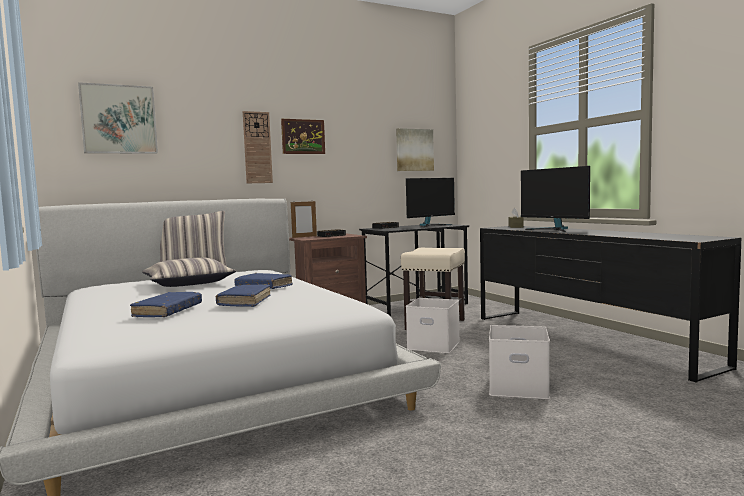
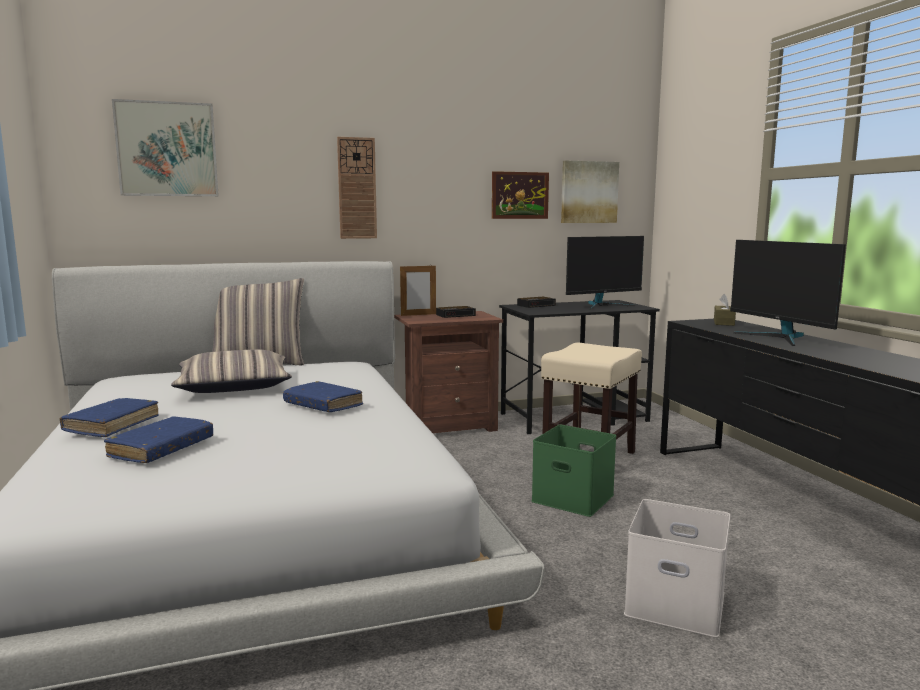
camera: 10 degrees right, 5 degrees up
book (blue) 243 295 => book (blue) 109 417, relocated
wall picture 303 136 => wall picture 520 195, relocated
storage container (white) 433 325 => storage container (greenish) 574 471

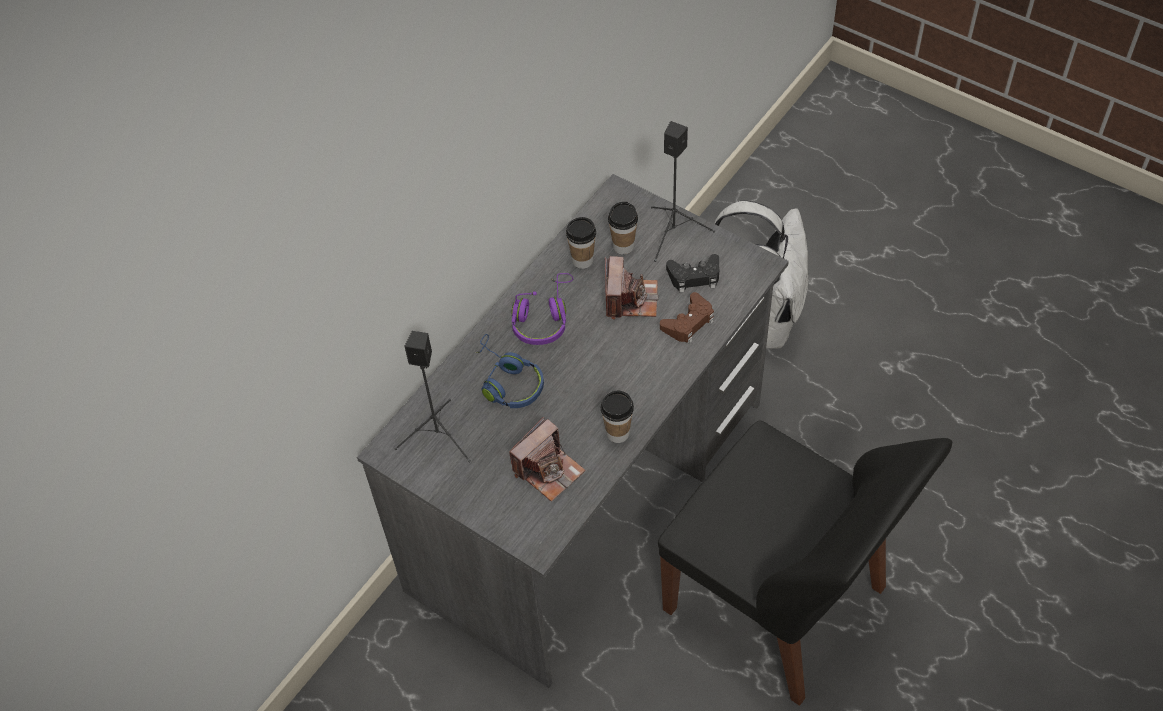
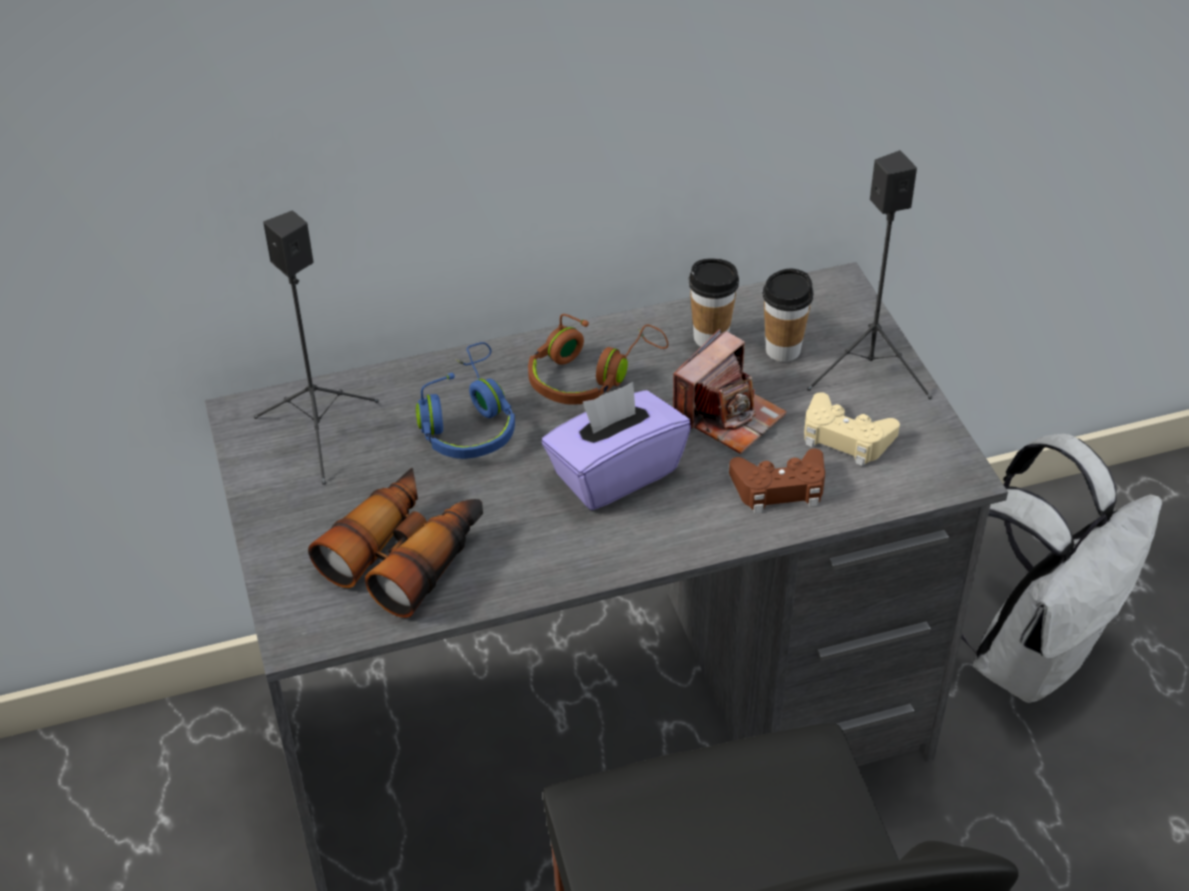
camera: 35 degrees right, 10 degrees down
cup 617 417 => nothing
nothing => tissue holder (purple) 616 446
photo camera 547 459 => binoculars 395 543
pair of headphones (purple) 542 309 => pair of headphones (brown-coloured) 598 359
game controller (black) 693 273 => game controller (sand-coloured) 852 429

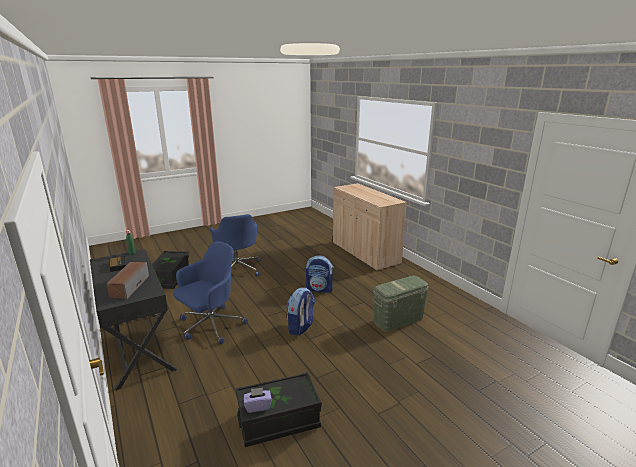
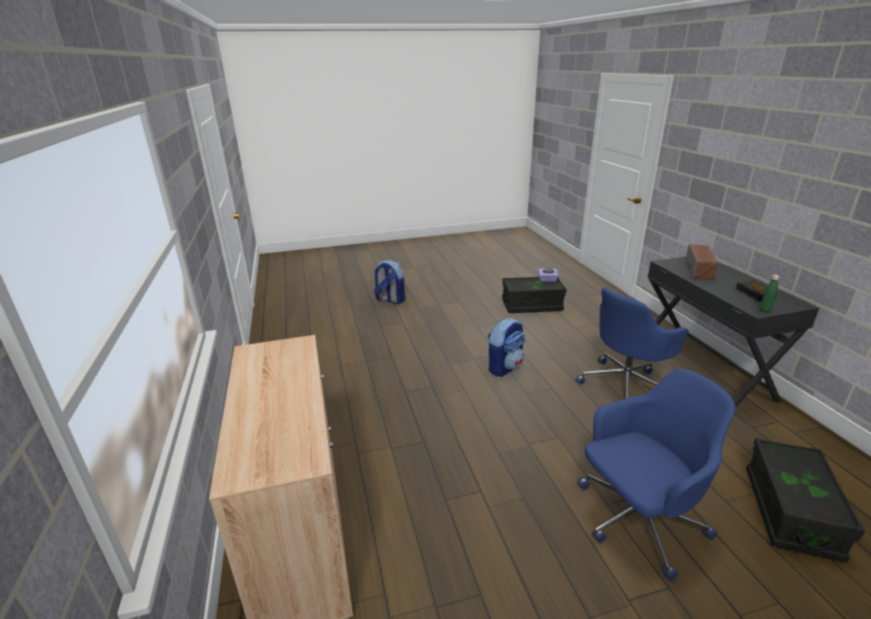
camera: 165 degrees left, 5 degrees up
storage container (greenish) 400 304 => nothing
rucksack 320 274 => rucksack 389 282, relocated
computer chair (blue) 235 245 => computer chair (blue) 656 475, 75 degrees clockwise

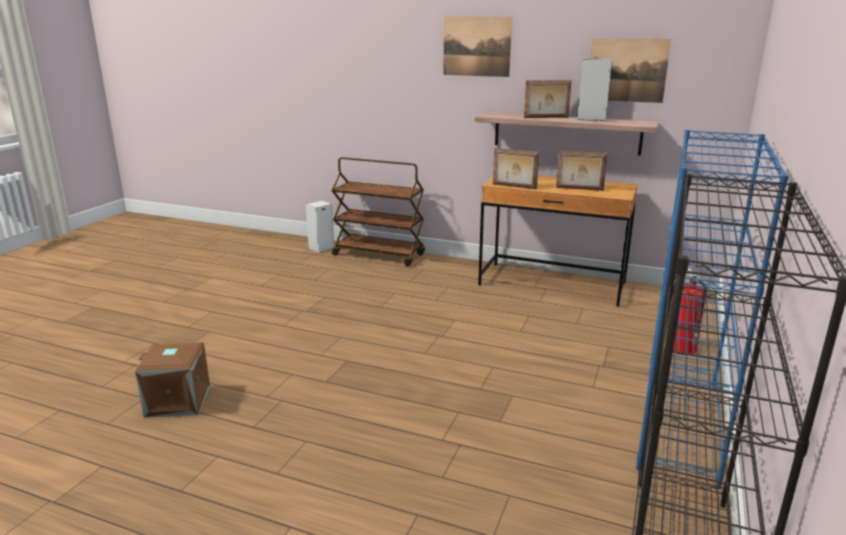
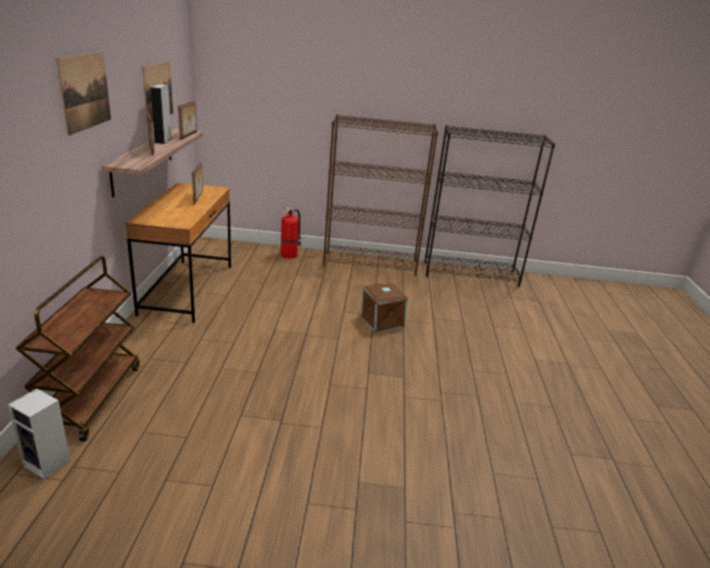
camera: 110 degrees left, 5 degrees up
storage container (brown-coloured) 172 380 => storage container (brown-coloured) 384 307, relocated
standing frame 516 168 => standing frame 187 120, relocated
bookshelf (blue) 712 309 => bookshelf (brown-coloured) 380 195

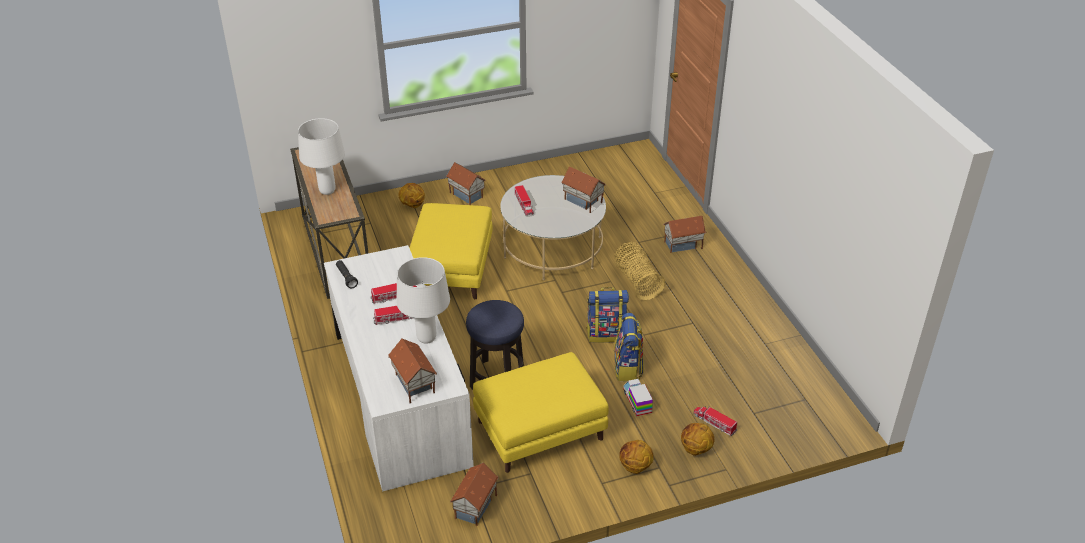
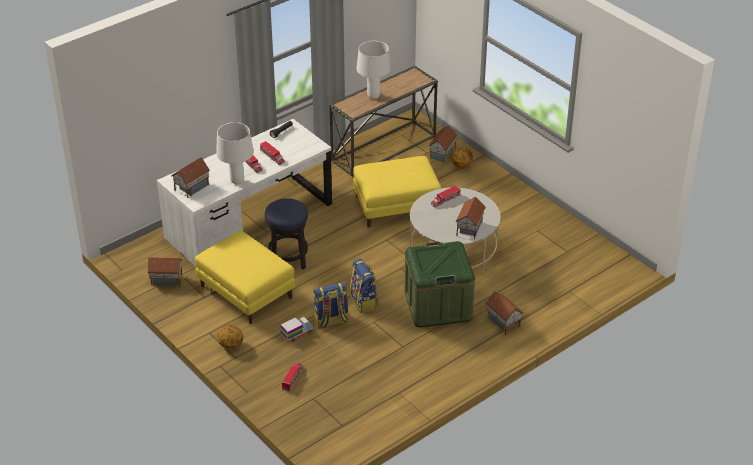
camera: 70 degrees right, 0 degrees up
basketball 697 439 => nothing
model house 466 183 => model house 442 144, relocated
basket 640 271 => storage container (greenish) 439 284

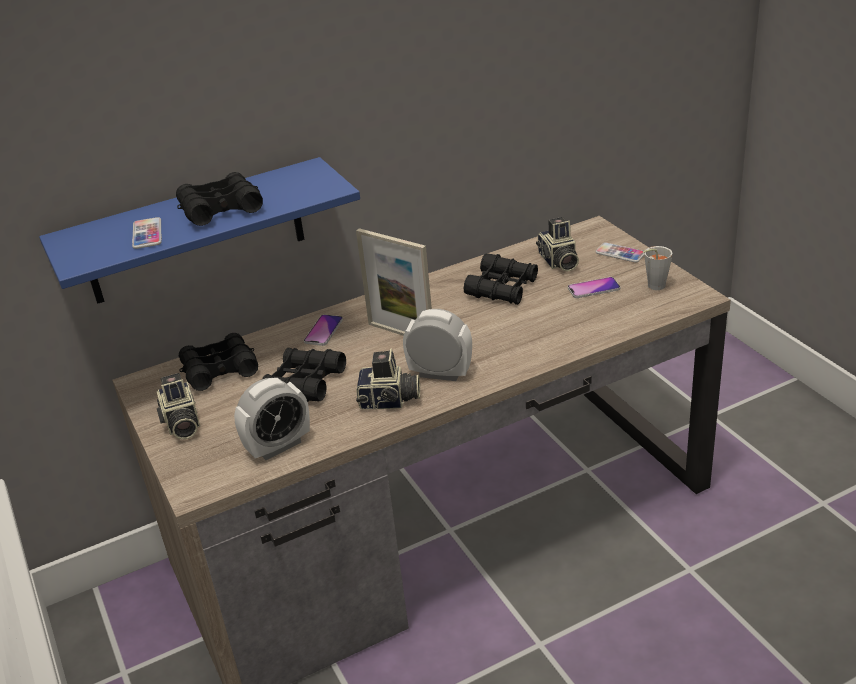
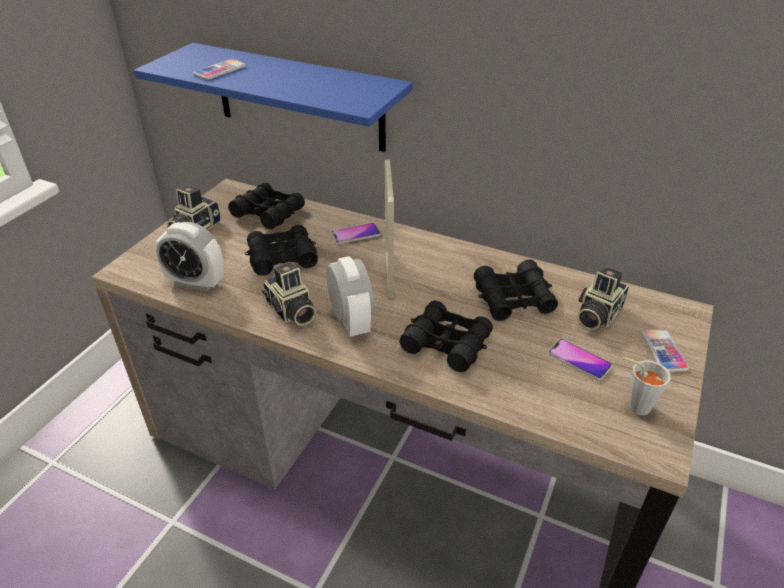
camera: 50 degrees right, 5 degrees up
binoculars (black) 219 199 => binoculars (black) 446 336, relocated

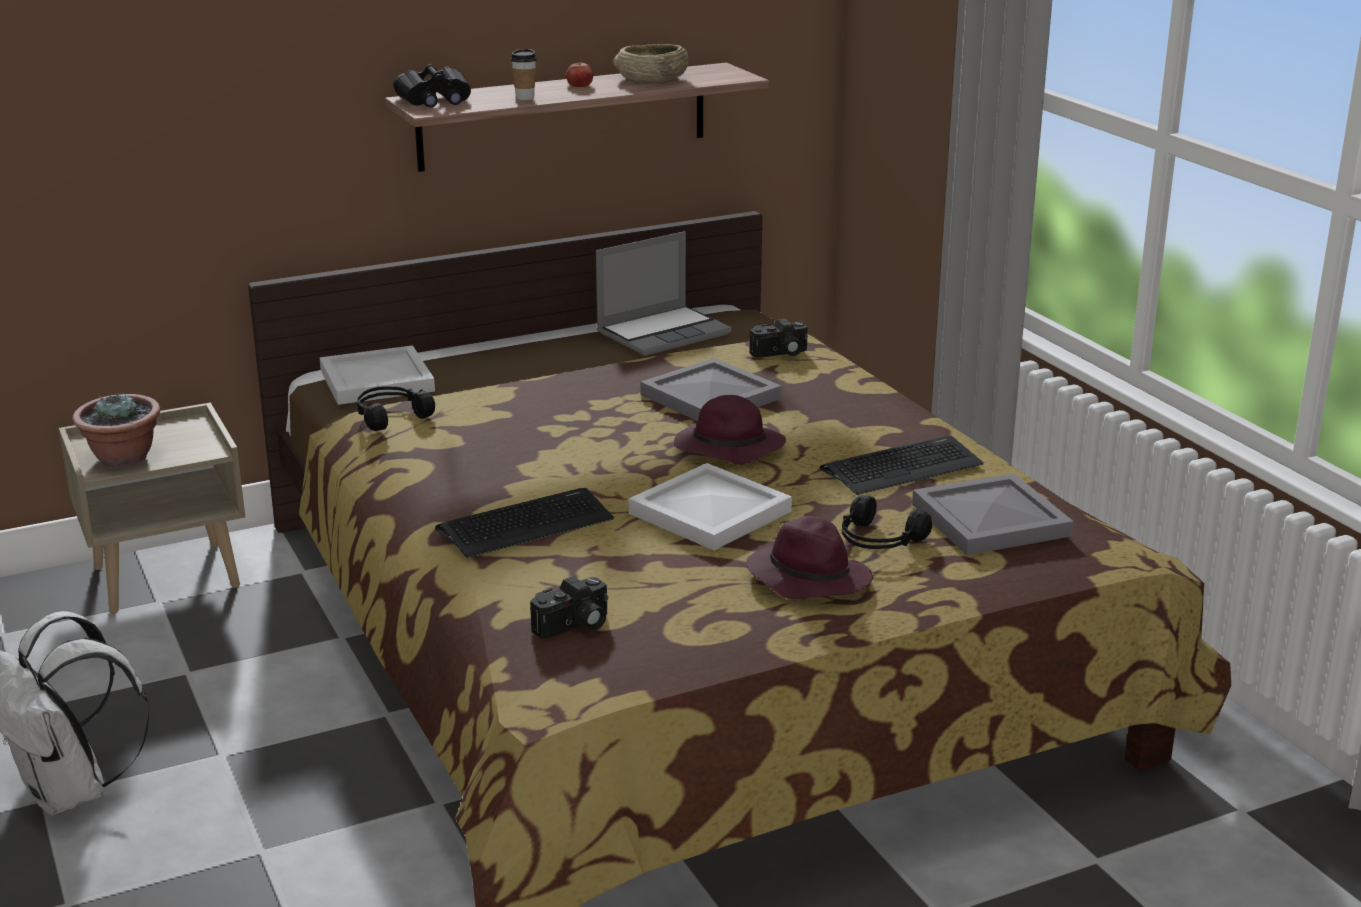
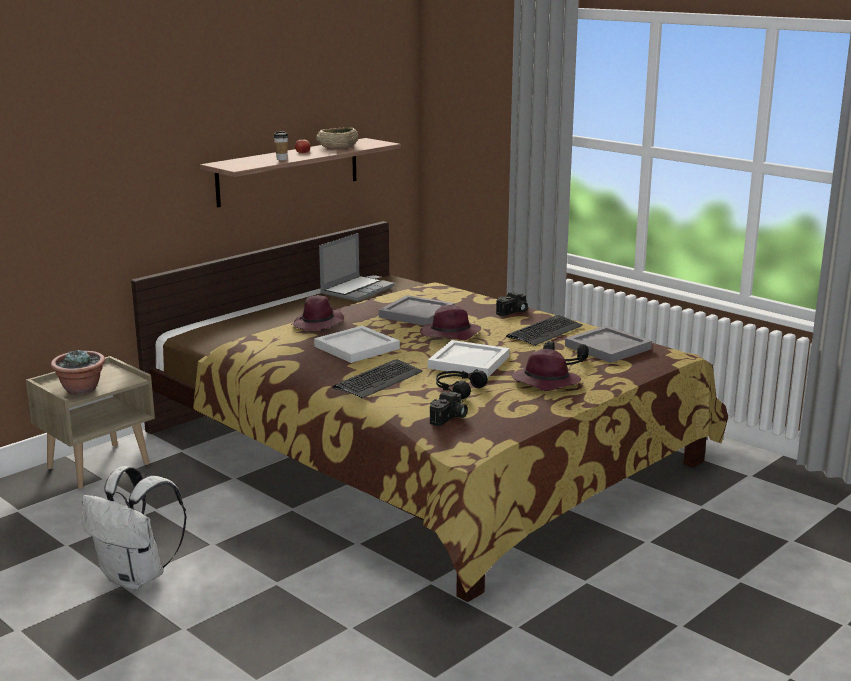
camera: 20 degrees left, 5 degrees down
binoculars (black) 432 86 => nothing
nothing => hat (purple) 318 312
serving tray (white) 377 375 => serving tray (white) 357 344, relocated
pair of headphones (black) 396 408 => pair of headphones (black) 462 384, relocated
photo camera 778 338 => photo camera 512 304, relocated

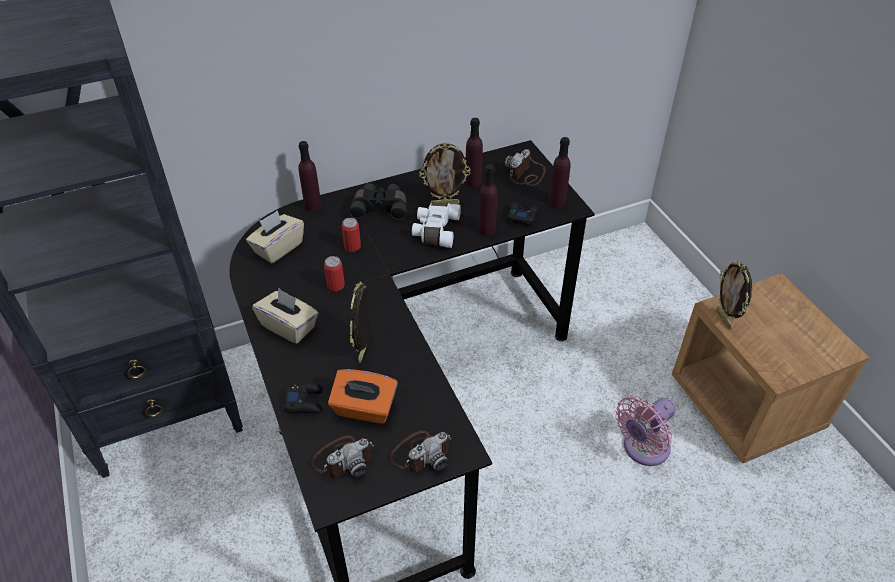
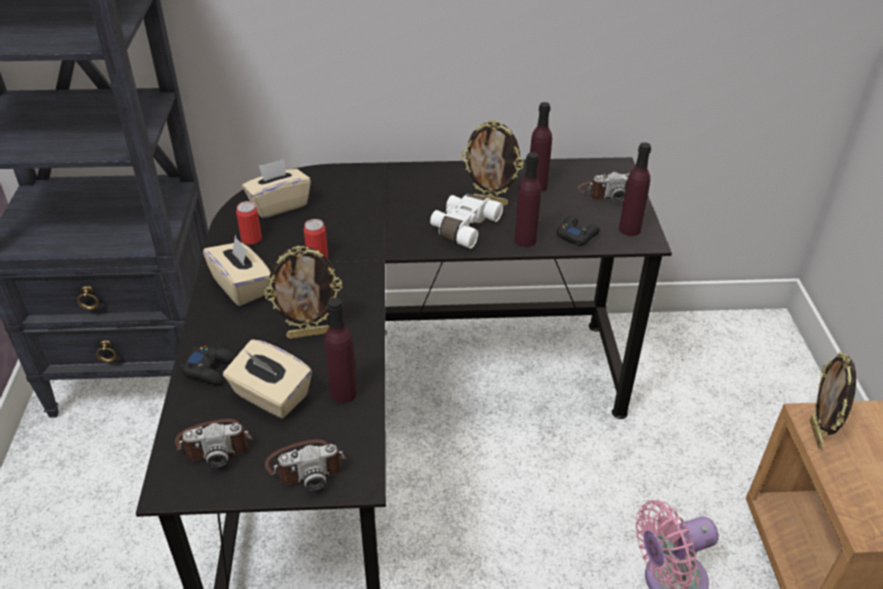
camera: 20 degrees right, 5 degrees down
binoculars (black) 377 201 => nothing
drink bottle (purple) 309 176 => drink bottle (purple) 340 350, relocated
sealed can 351 235 => sealed can 249 223, relocated
tissue holder (orange-coloured) 363 396 => tissue holder (sand-coloured) 267 378
standing frame 361 322 => standing frame 303 292, 135 degrees counterclockwise
photo camera 525 167 => photo camera 604 187, 150 degrees counterclockwise

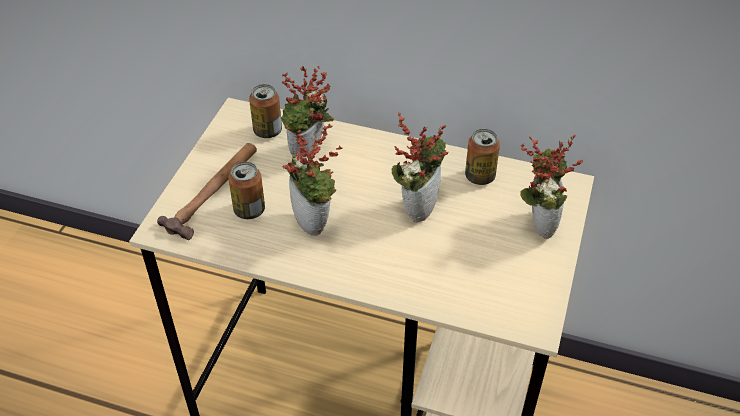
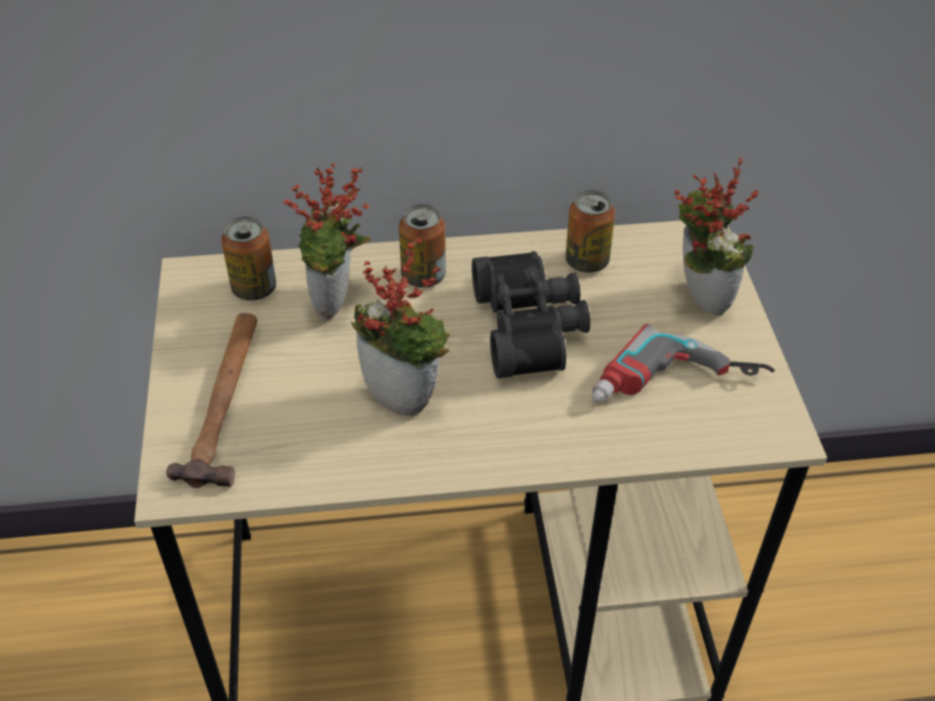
camera: 25 degrees left, 0 degrees up
nothing => drill 683 363
sealed can 246 190 => sealed can 422 246, relocated
plant in a pot 420 167 => binoculars (black) 531 314

